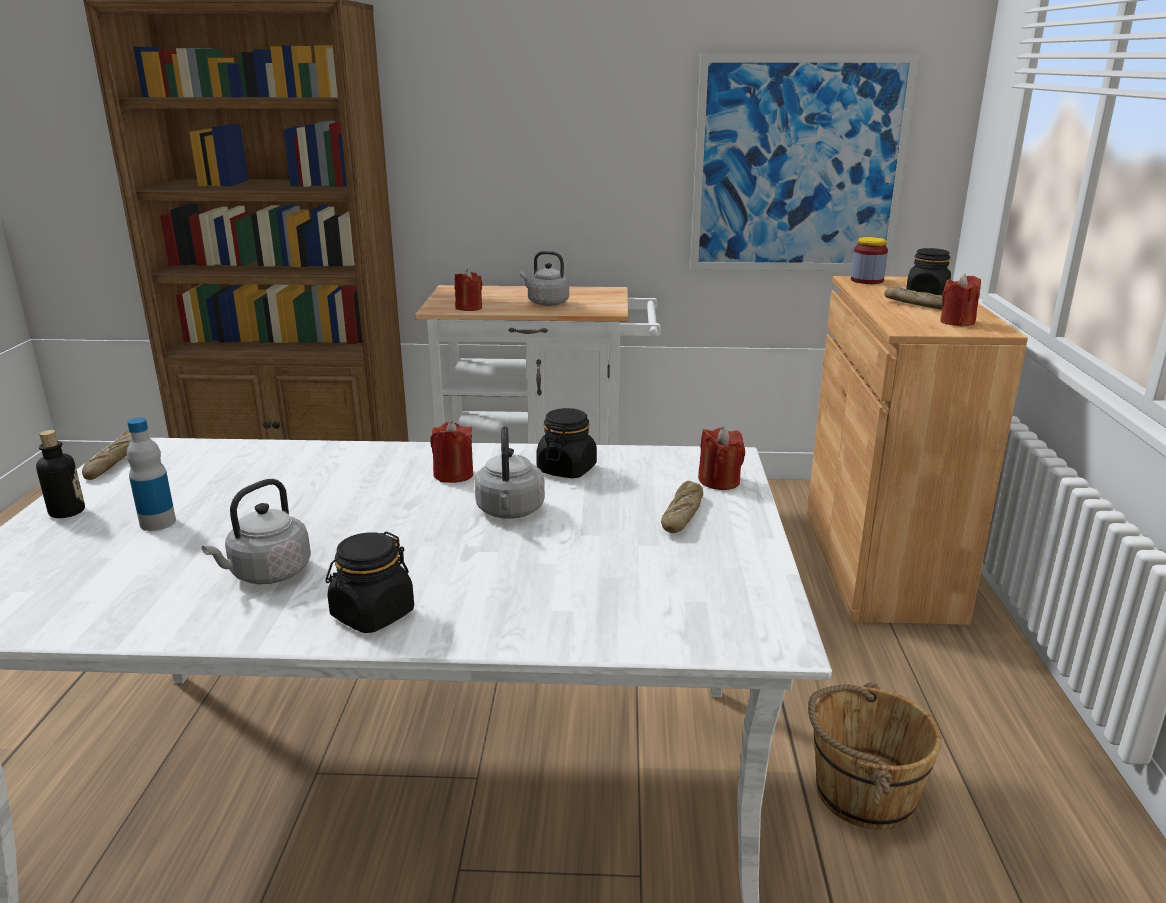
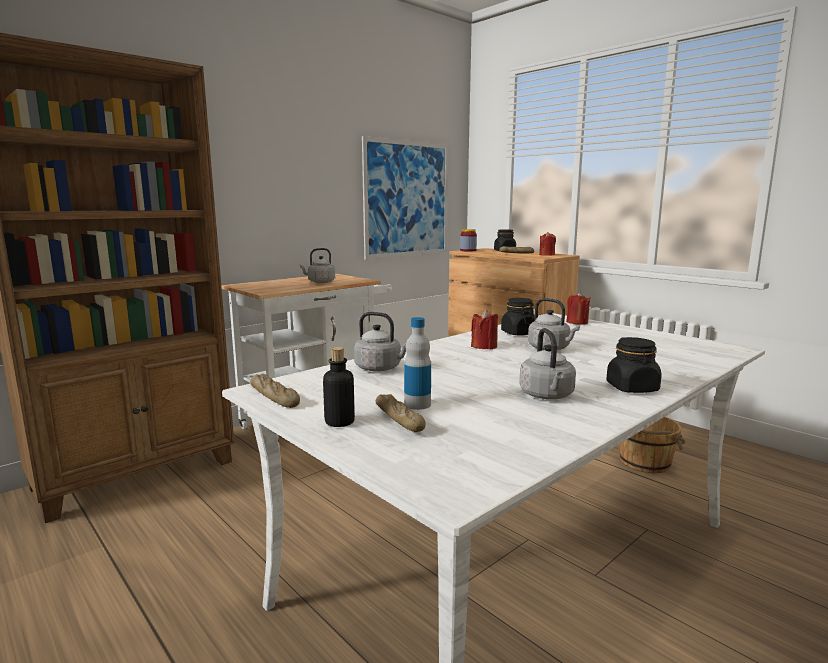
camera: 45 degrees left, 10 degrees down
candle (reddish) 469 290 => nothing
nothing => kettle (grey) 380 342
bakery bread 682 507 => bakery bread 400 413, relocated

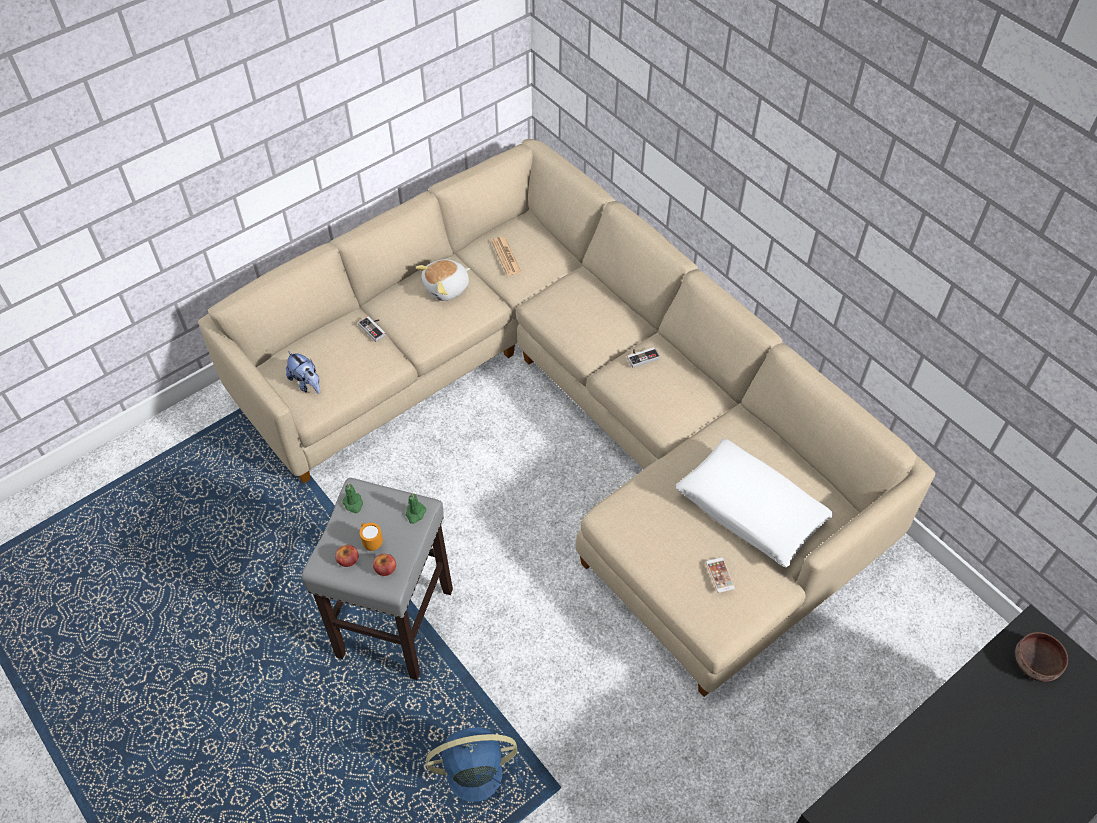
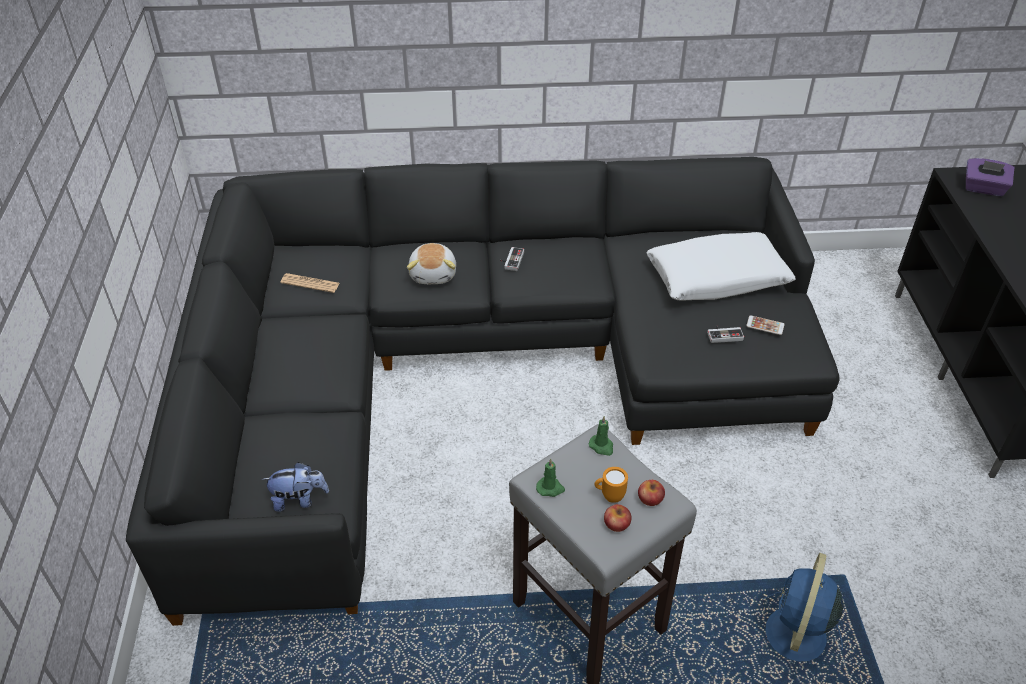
camera: 55 degrees left, 10 degrees down
game controller 372 329 => game controller 725 334, relocated
plush toy 443 280 => plush toy 431 263, relocated
serving bowl (brown-coloured) 1041 657 => tissue holder (purple) 990 177
sofa (sand-coloured) 566 418 => sofa (black) 483 391

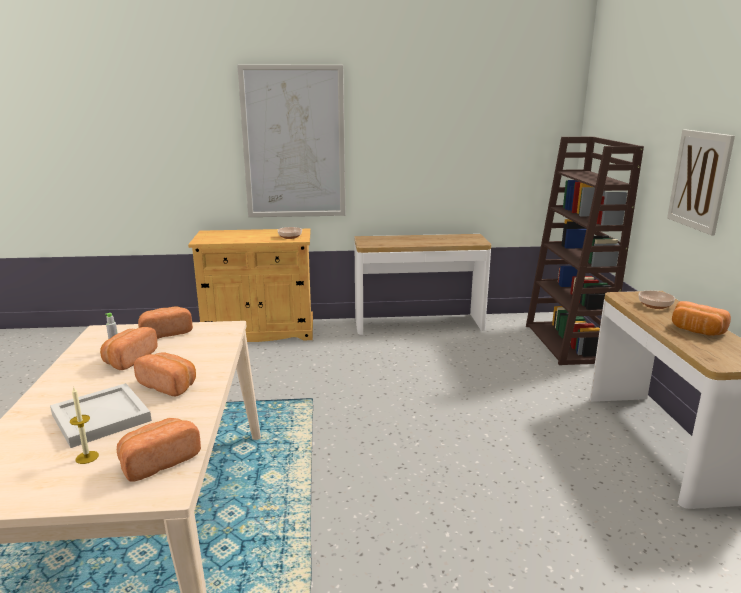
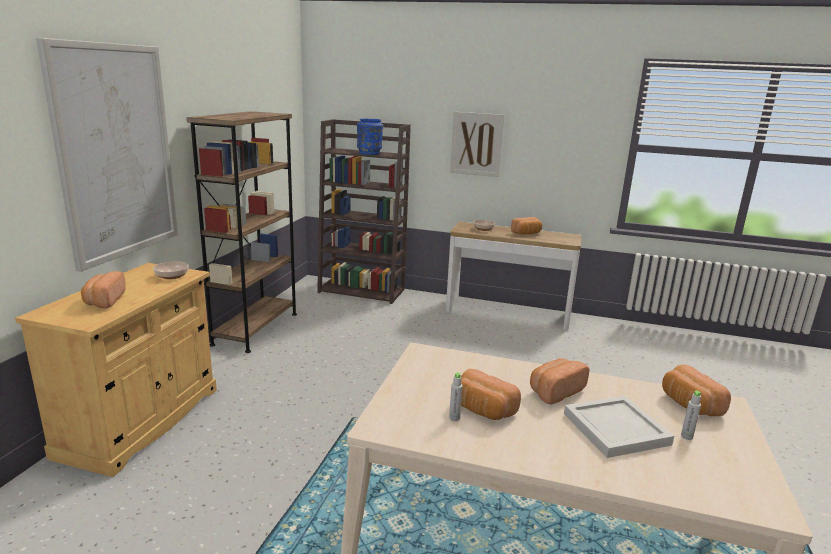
camera: 70 degrees left, 0 degrees up
nothing => vase (blue) 370 136
bakery bread 165 322 => bakery bread 103 289, relocated
candle 84 425 => drink bottle (grey) 691 415
narrow table 422 284 => bookshelf (brown-coloured) 242 232

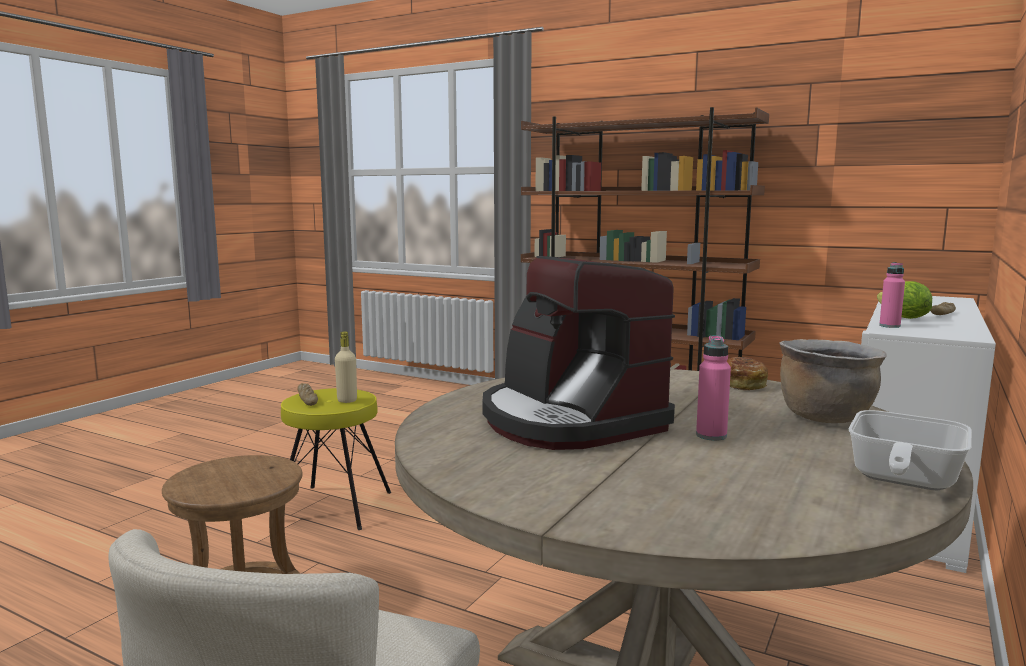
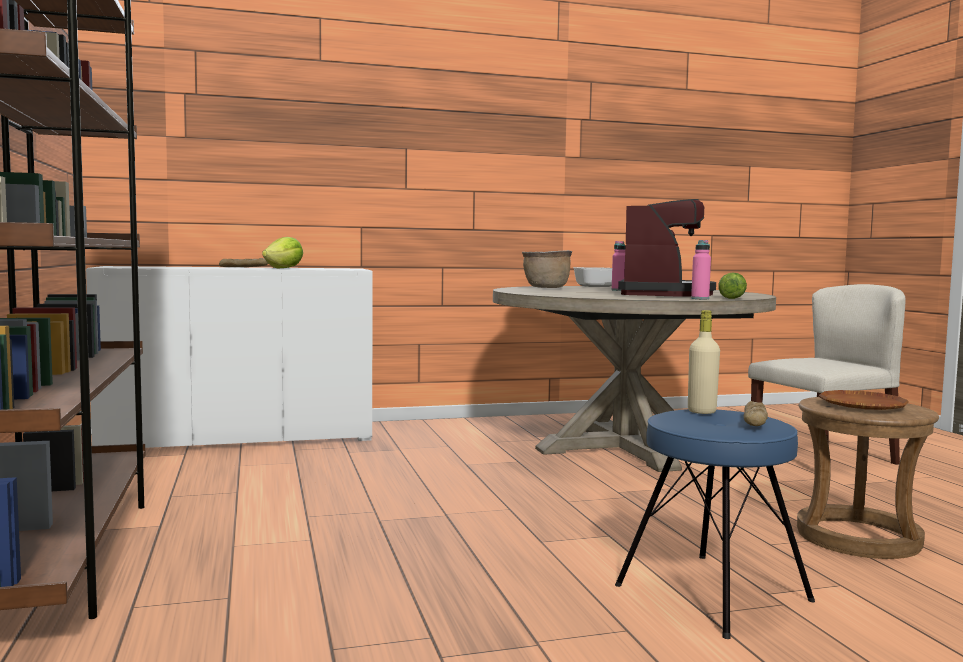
camera: 135 degrees left, 5 degrees down
bakery bread 747 373 => nothing
nothing => lettuce head 732 286
nothing => plate (brown-coloured) 863 400
drink bottle (pink) 892 295 => drink bottle (pink) 701 269, relocated
sitting stool (yellowish) 336 459 => sitting stool (blue) 715 524

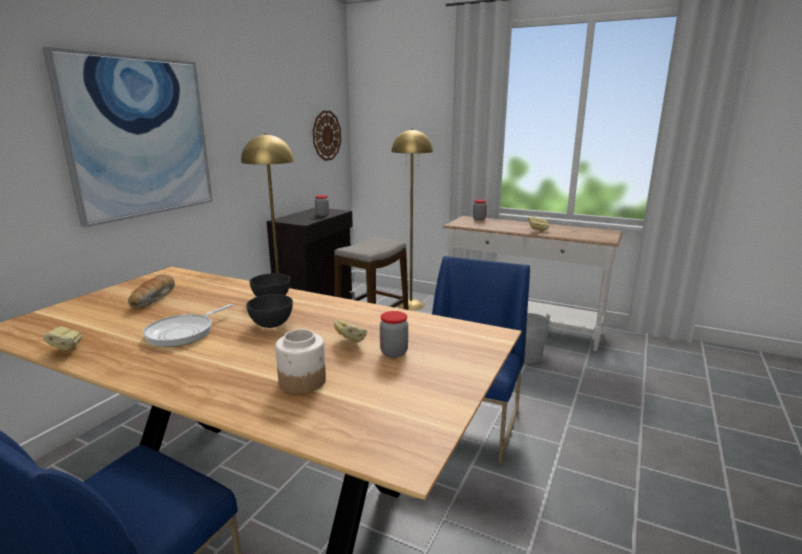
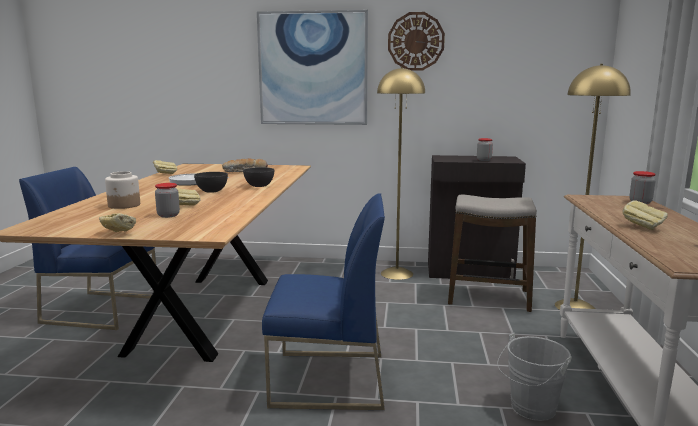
camera: 70 degrees right, 5 degrees down
nothing => bakery bread 117 222
wall clock 327 136 => wall clock 416 41, relocated

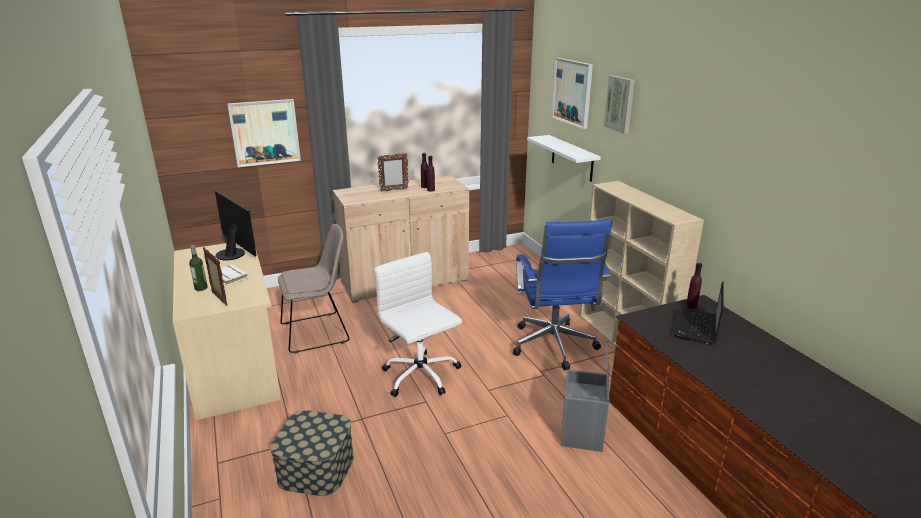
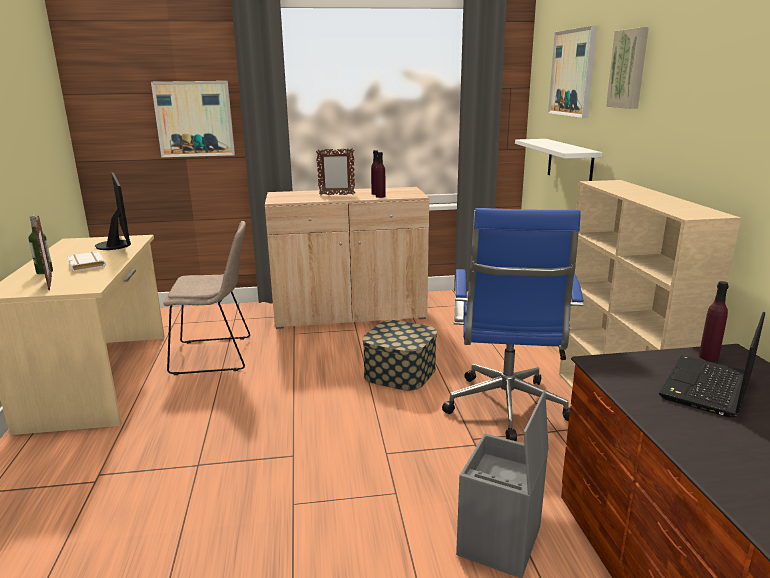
camera: 15 degrees right, 5 degrees down
computer chair (white) 418 324 => nothing
storage container 312 453 => storage container 399 355, relocated

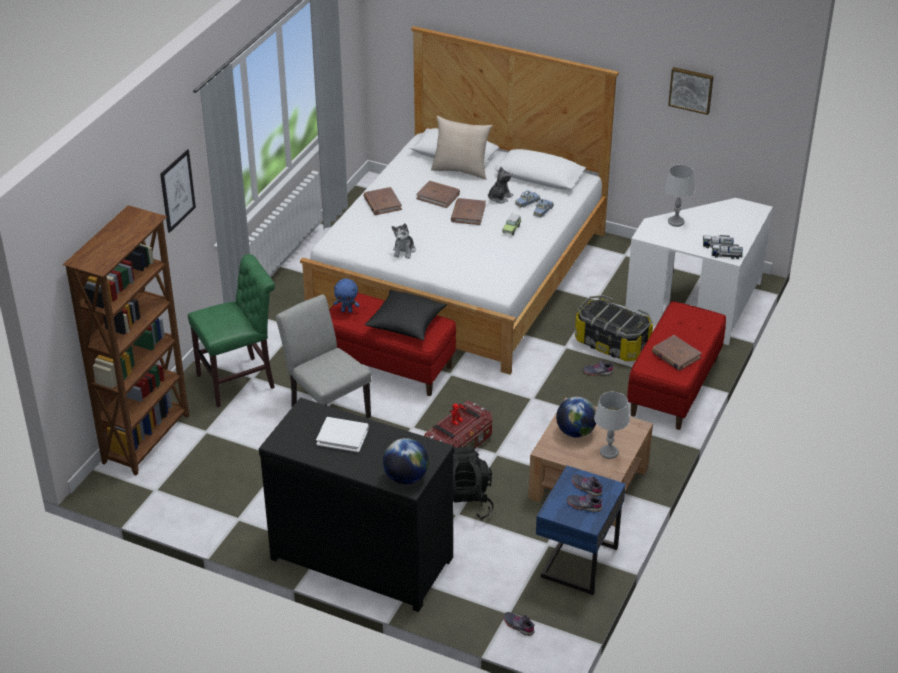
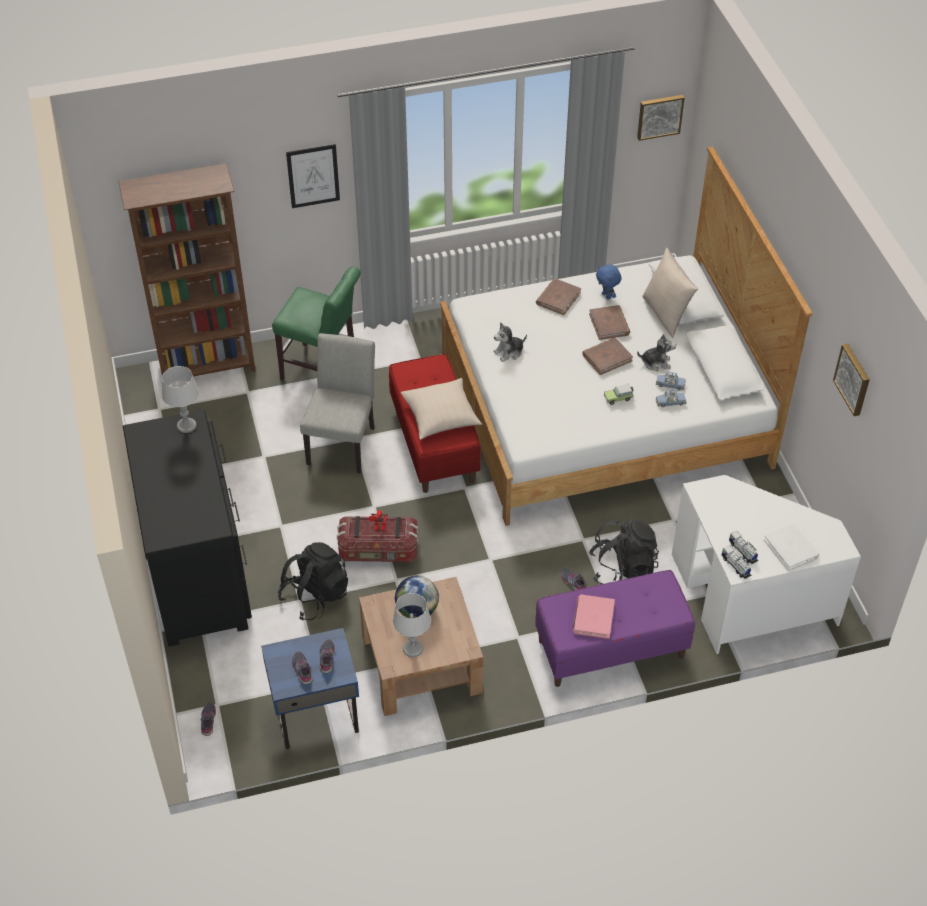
camera: 50 degrees right, 10 degrees up
desk globe 406 461 => nothing
nothing => wall picture 660 118
book (white) 342 435 => book (white) 791 547, relocated
plush toy (blue) 346 295 => plush toy (blue) 609 282, relocated
tabletop lamp (grey) 679 196 => tabletop lamp (grey) 180 399, relocated
storage container 614 328 => rucksack (black) 624 551
cushion (black) 406 315 => cushion (sand-coloured) 441 409
indoor bench (reddish) 676 365 => indoor bench (purple) 615 628
book (brown-coloured) 677 353 => book (pink) 594 617

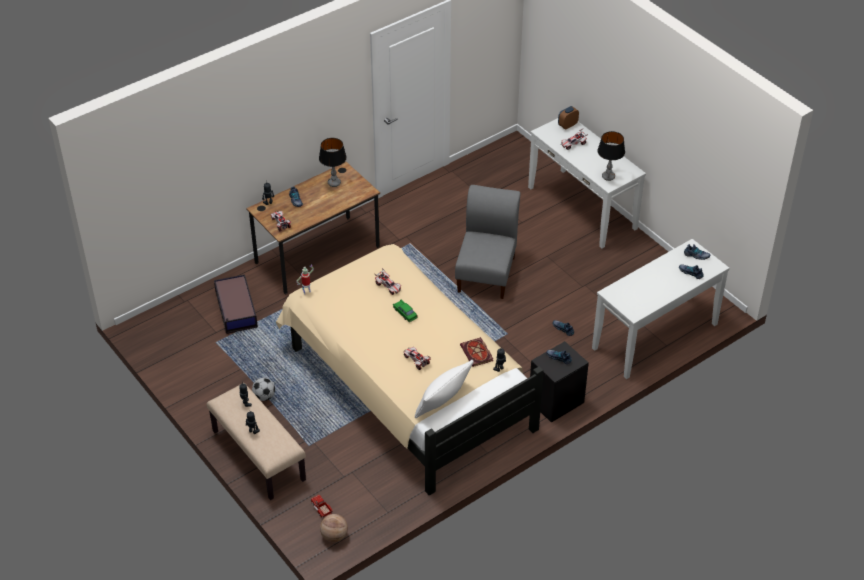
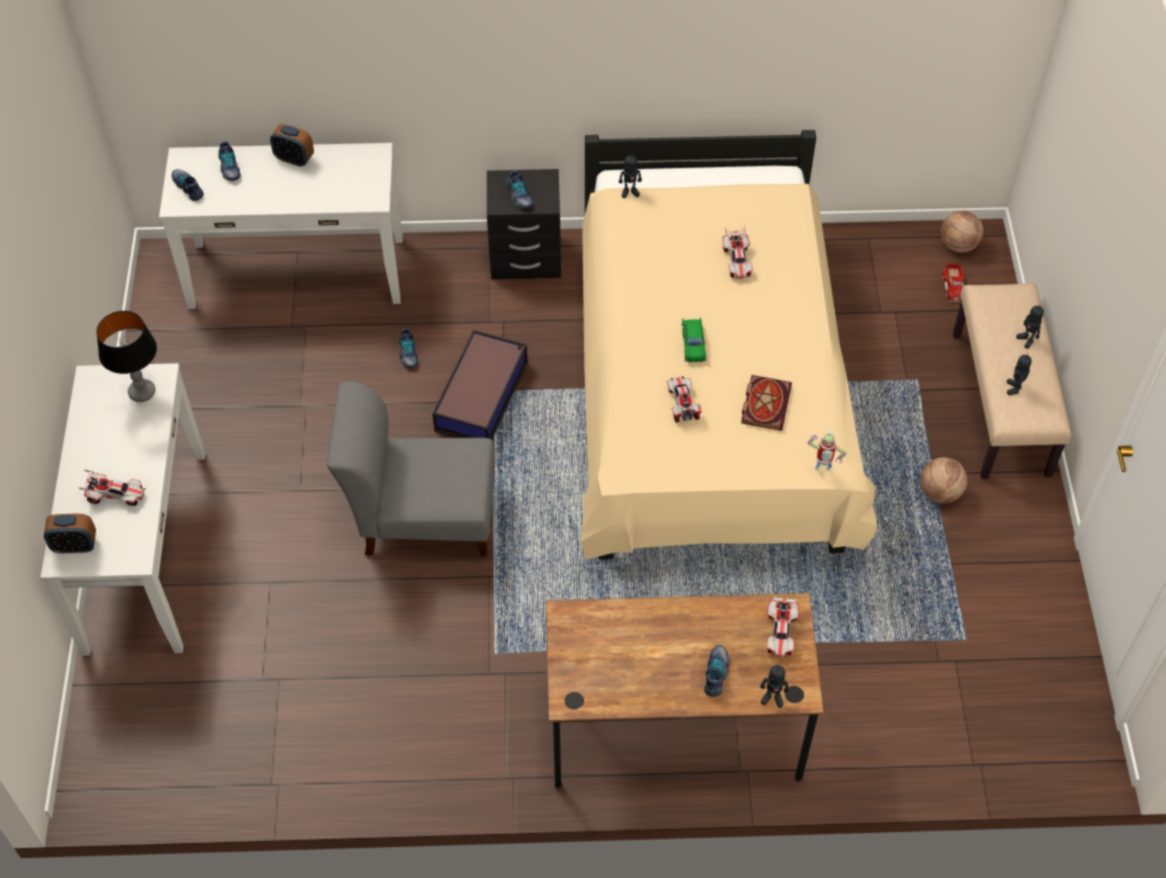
camera: 145 degrees left, 10 degrees up
tabletop lamp 333 162 => nothing
cushion (white) 444 389 => nothing
nothing => bedside clock 292 145
storage container 236 304 => storage container 480 385, relocated
book 476 352 => book 766 403, relocated
ball for football 263 389 => basketball 943 480
upright chair (grey) 488 242 => upright chair (grey) 411 469, 45 degrees clockwise

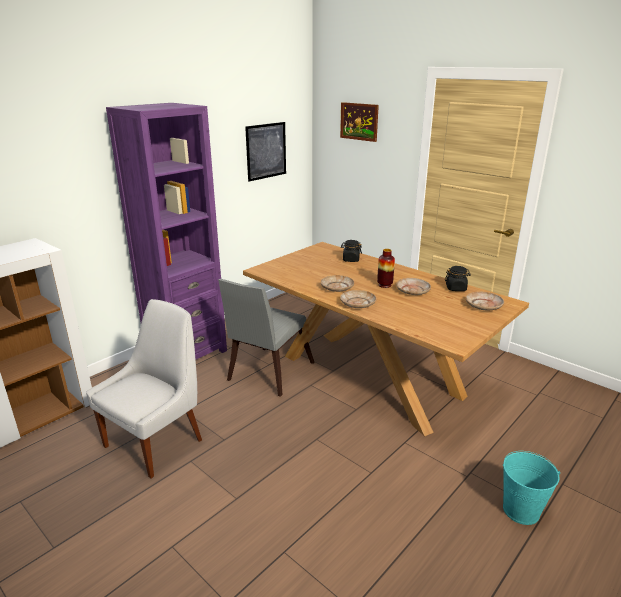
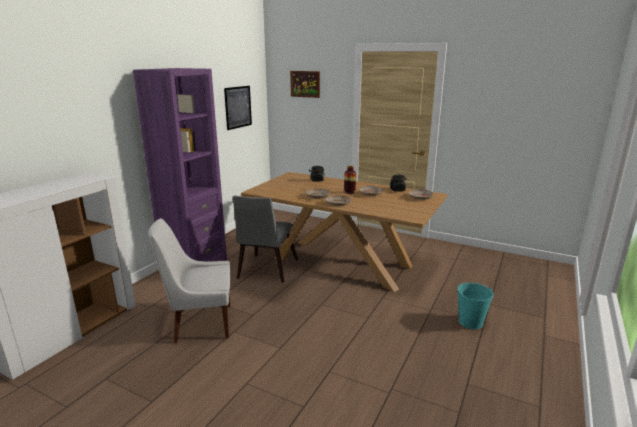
camera: 15 degrees left, 5 degrees down
upright chair (white) 144 388 => upright chair (white) 189 280, 120 degrees counterclockwise

